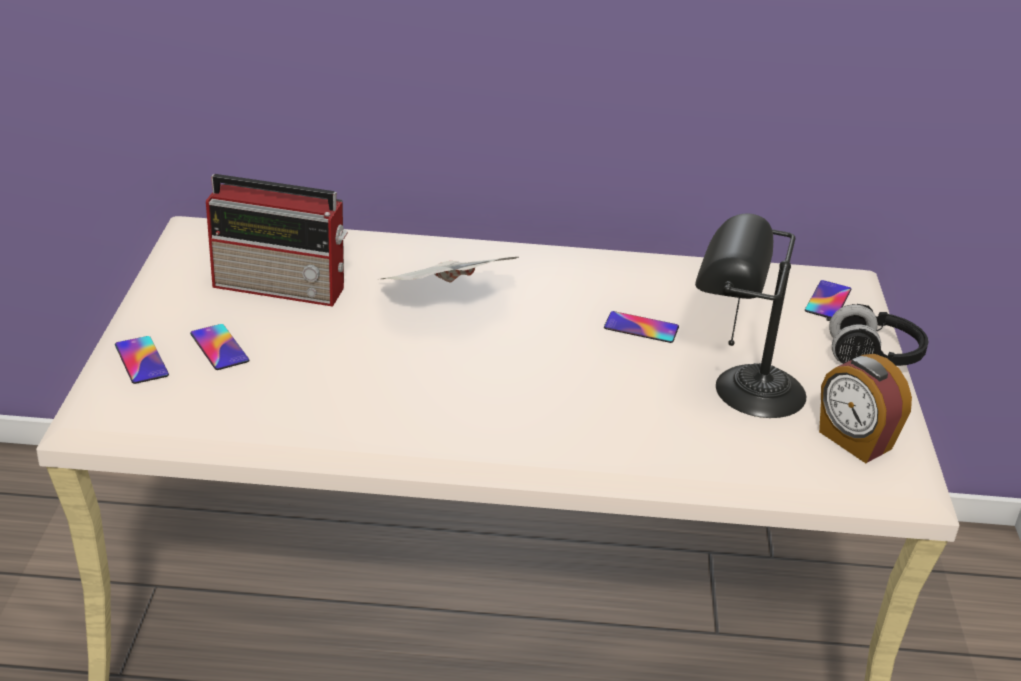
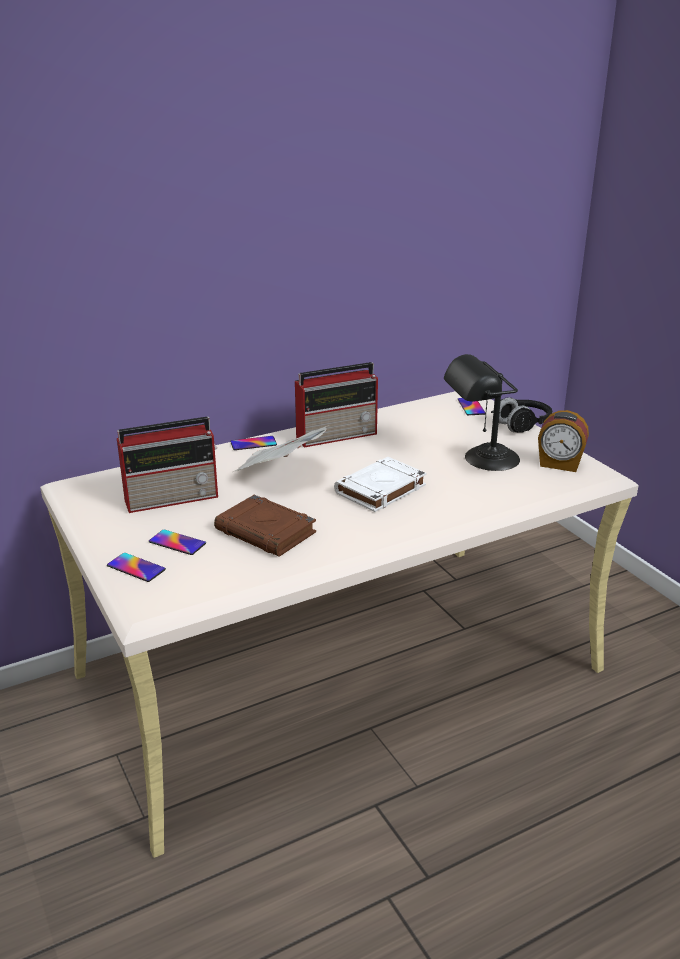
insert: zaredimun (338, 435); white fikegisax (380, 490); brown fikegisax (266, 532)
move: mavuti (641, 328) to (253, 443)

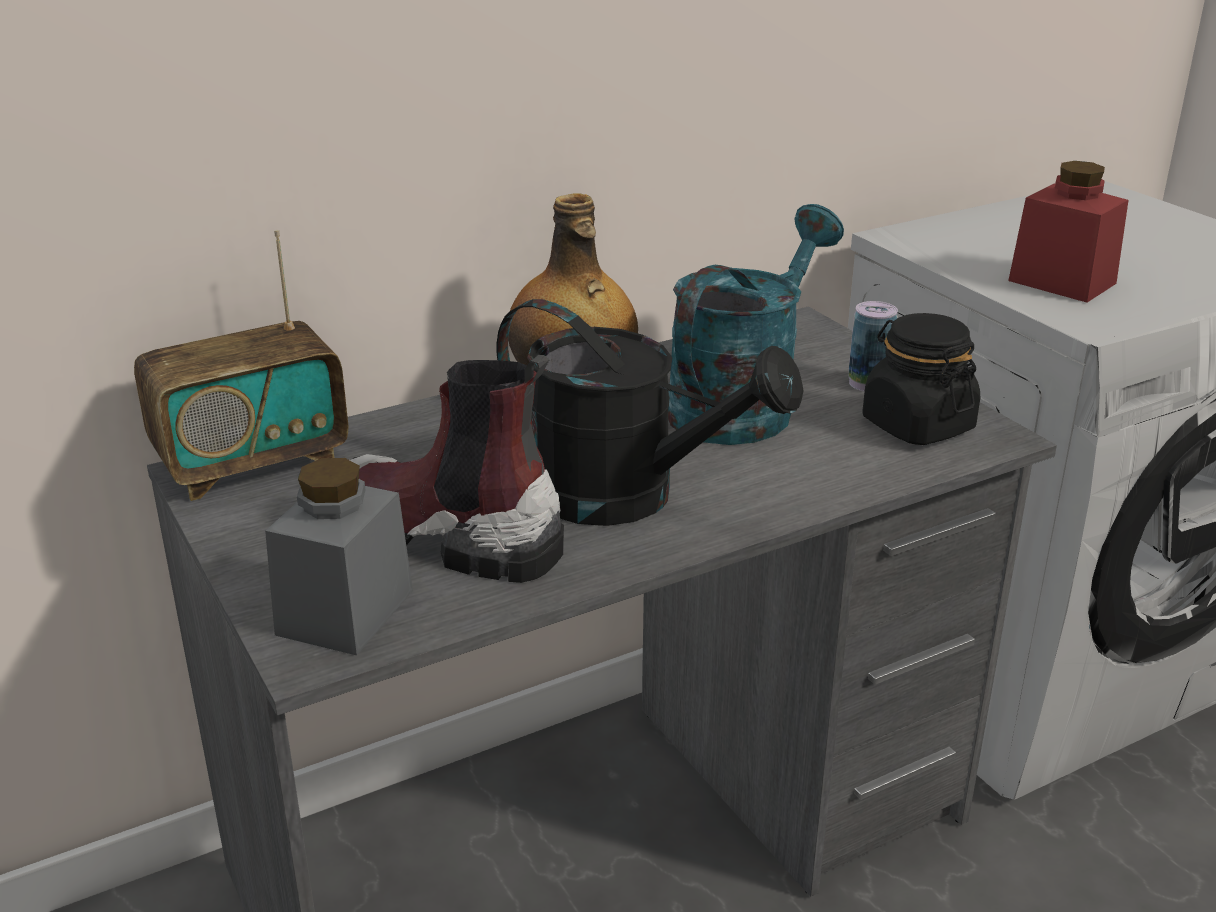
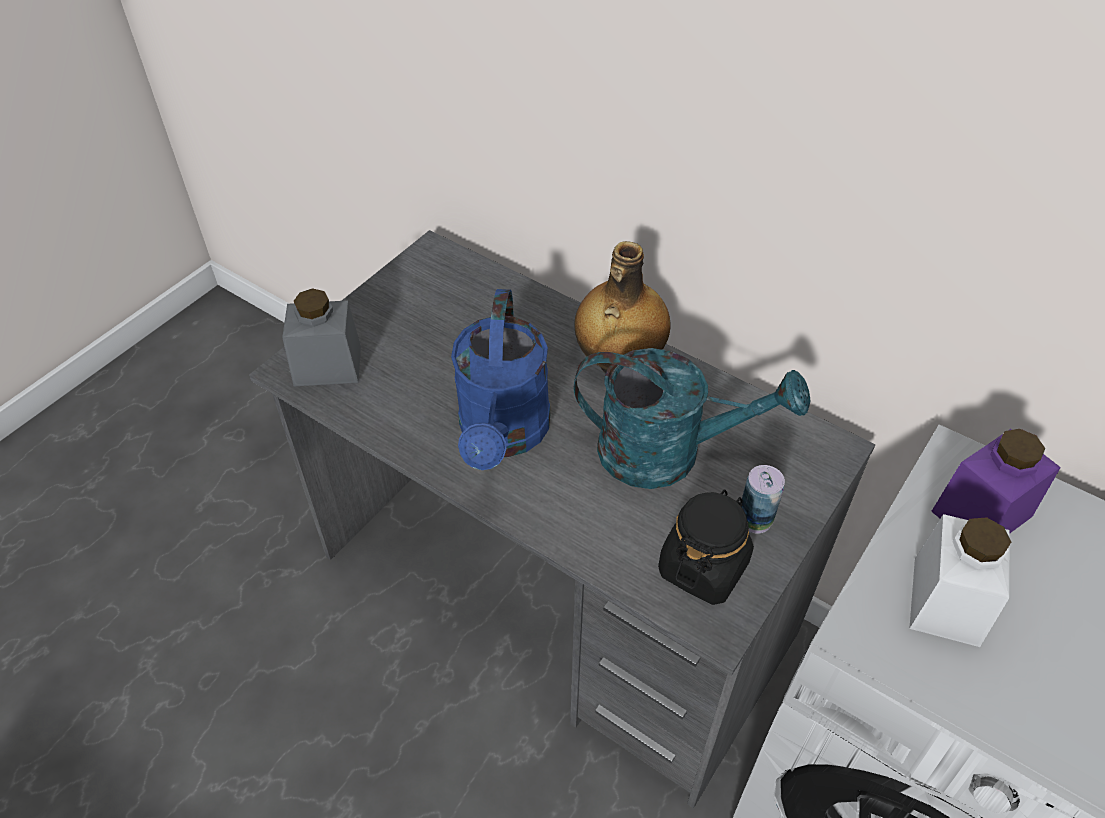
delete: zaredimun (252, 463); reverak (446, 538)
insert: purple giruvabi (981, 514)
recolor: red giruvabi (1062, 282) to white giruvabi (946, 601); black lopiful (627, 496) to blue lopiful (503, 435)

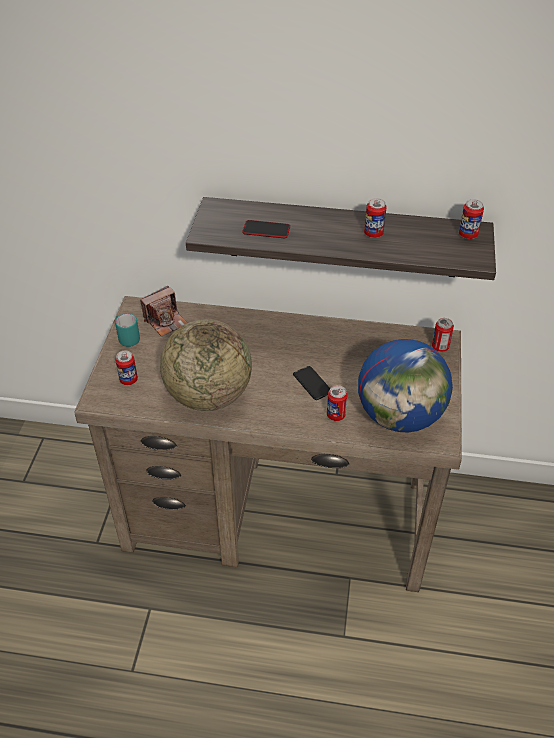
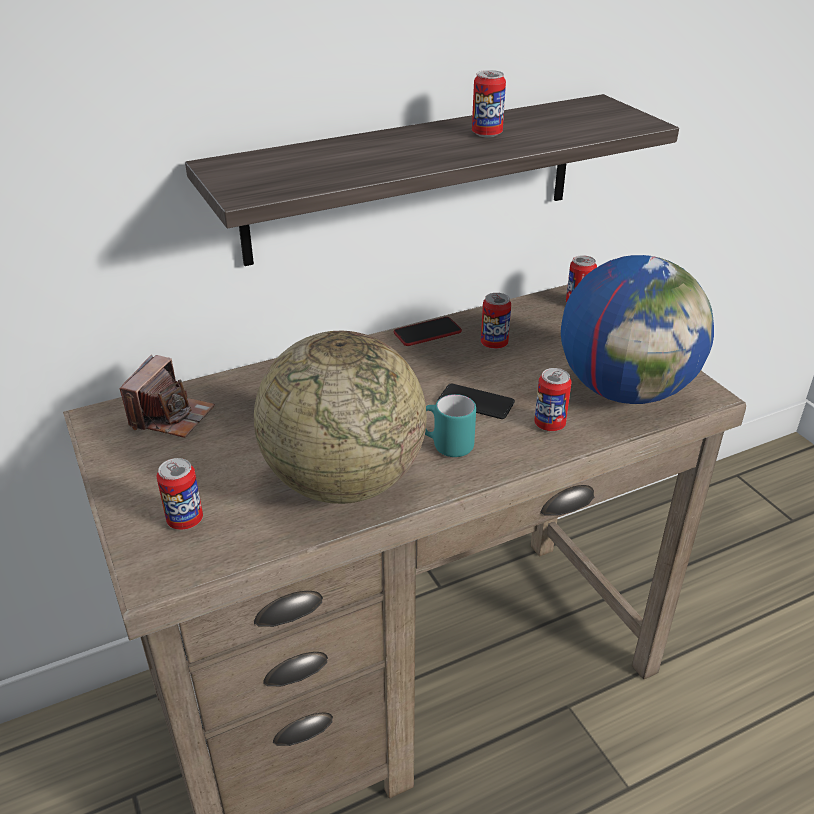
move: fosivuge (468, 235) to (494, 344); mavuti (266, 230) to (427, 333); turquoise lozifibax (127, 338) to (446, 445)

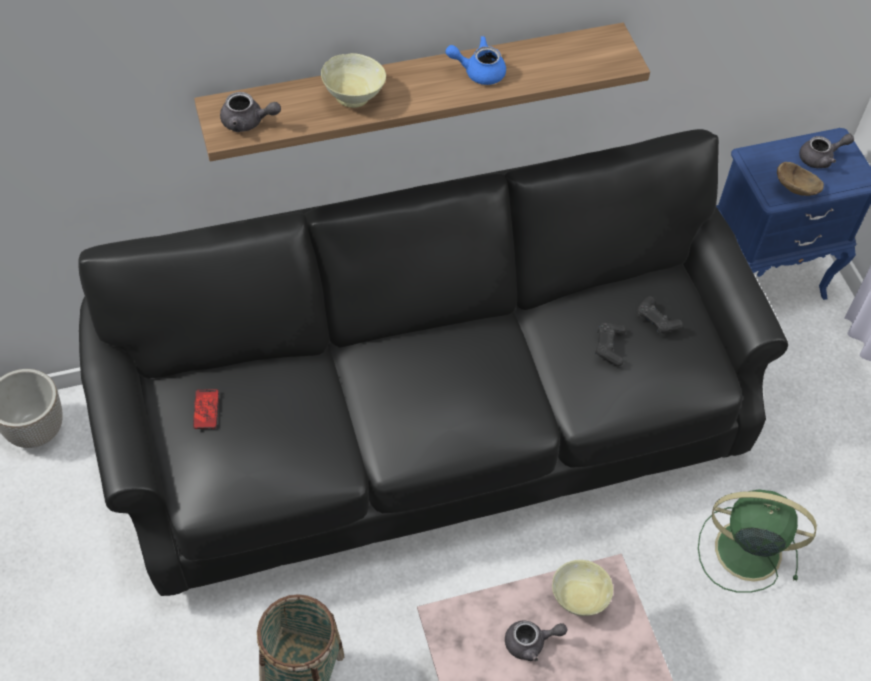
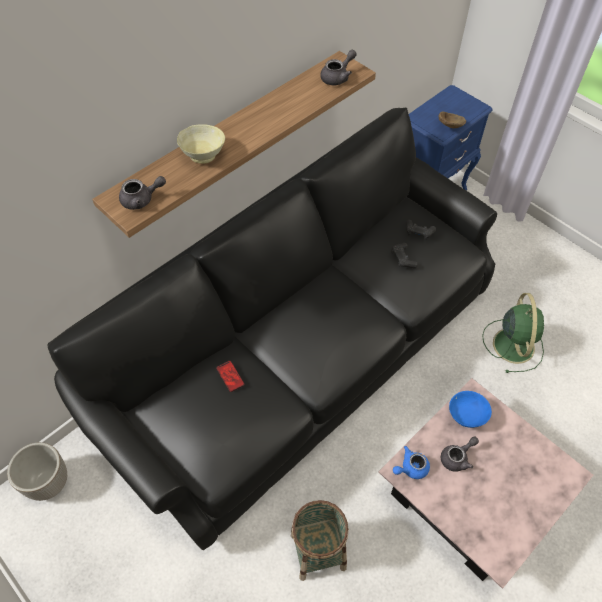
move: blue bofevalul (478, 72) to (411, 468); grey bofevalul (821, 158) to (338, 77); mavuti (206, 409) to (230, 376)
recolor: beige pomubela (579, 598) to blue pomubela (466, 416)
rotate: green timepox (744, 549) = (513, 344) 105 degrees clockwise

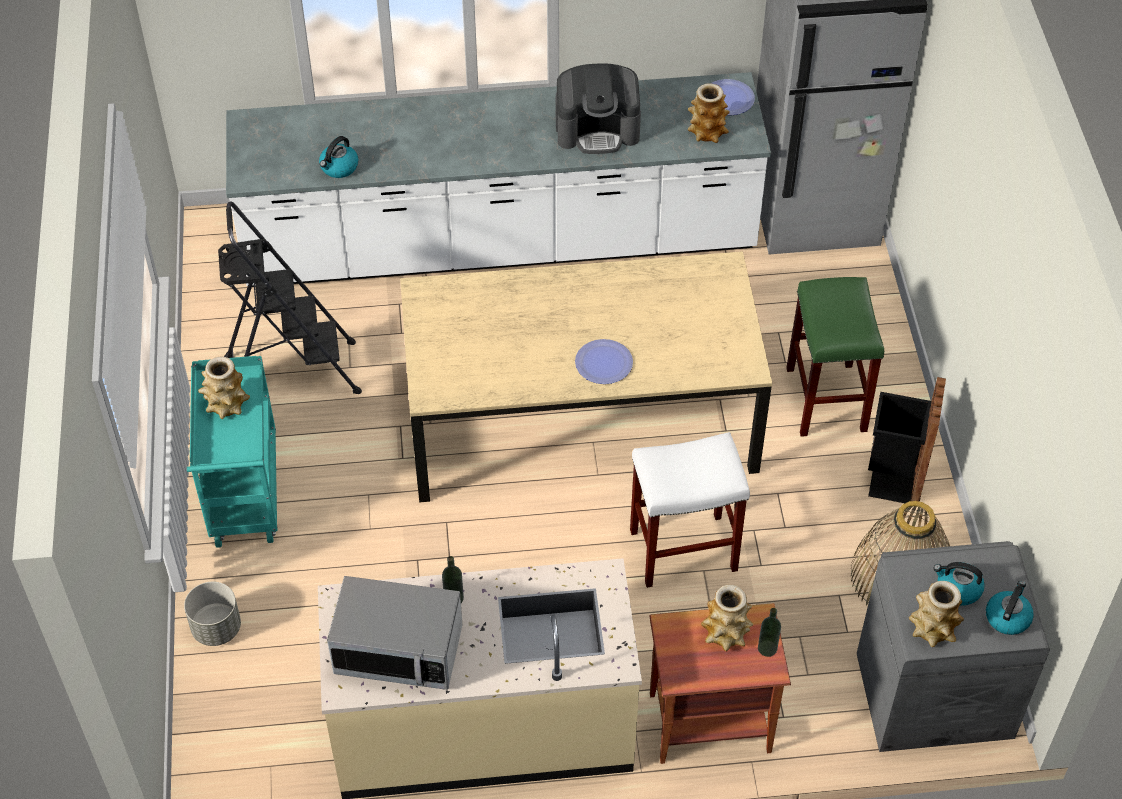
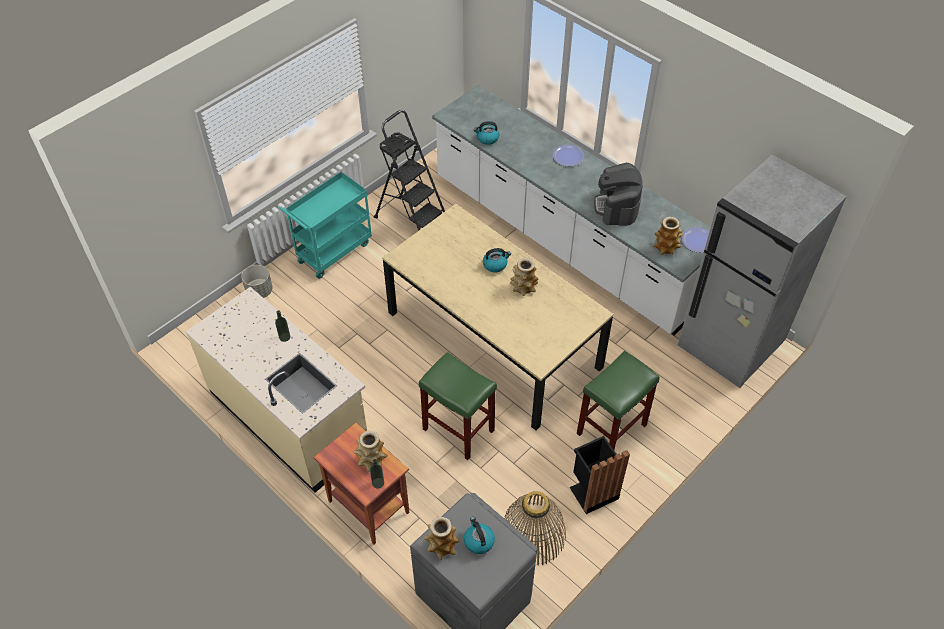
delete: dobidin (399, 650)
move: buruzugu (603, 363) to (568, 156); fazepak (226, 404) to (523, 287); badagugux (1007, 617) to (495, 264)
recolor: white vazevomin (682, 551) to green vazevomin (457, 429)
rotate: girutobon (598, 129) = (617, 207) 45 degrees clockwise

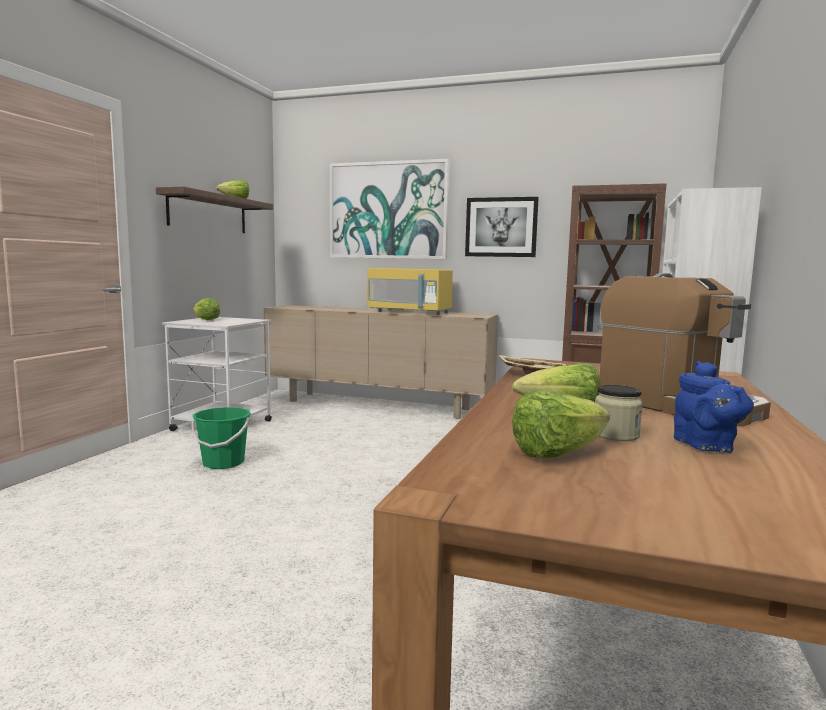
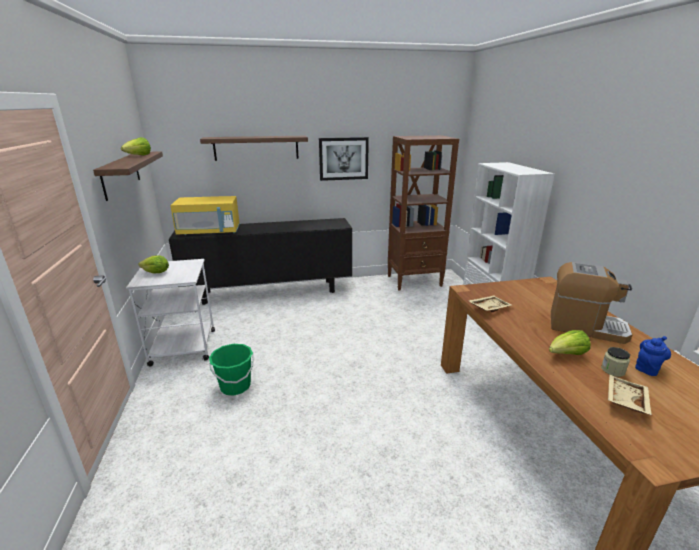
move: yellow dobidin (410, 312) to (209, 232)
replace: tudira (388, 210) to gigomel (256, 148); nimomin (557, 453) to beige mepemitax (624, 400)
recolor: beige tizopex (378, 405) to black tizopex (270, 291)
rotate: blue bofevalul (706, 446) = (647, 368) 90 degrees counterclockwise

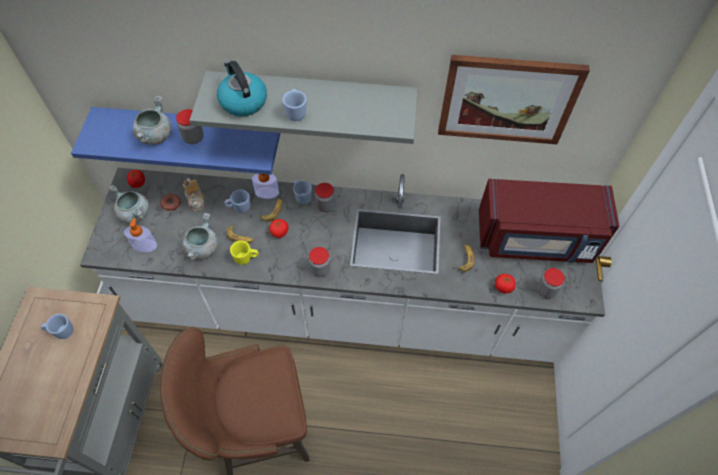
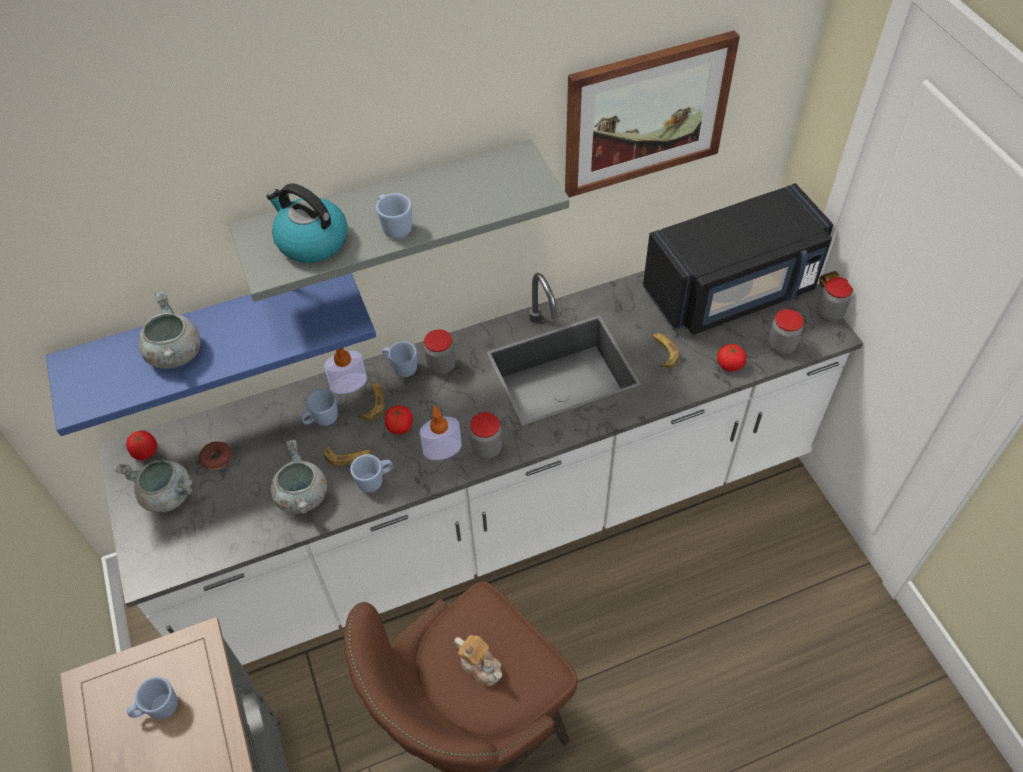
move: giruvabi (193, 138) to (829, 313); bofevalul (196, 200) to (480, 665); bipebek (144, 245) to (442, 449)
recolor: red dobidin (536, 239) to black dobidin (732, 291); yellow lozifibax (246, 258) to blue lozifibax (375, 481)

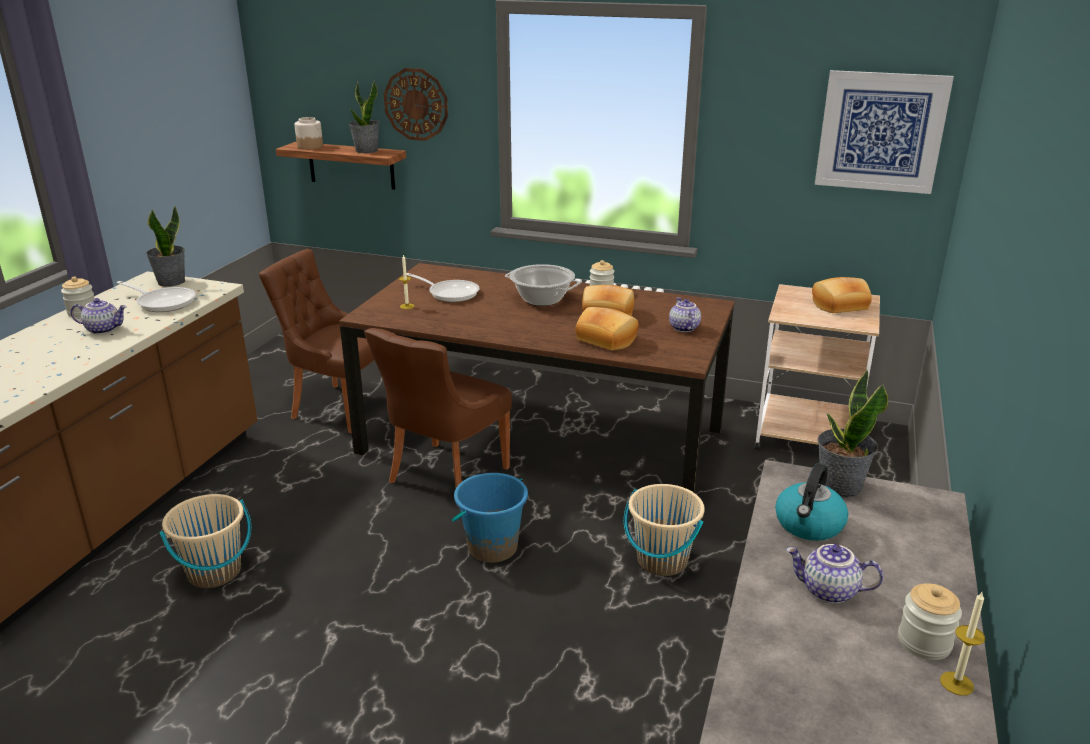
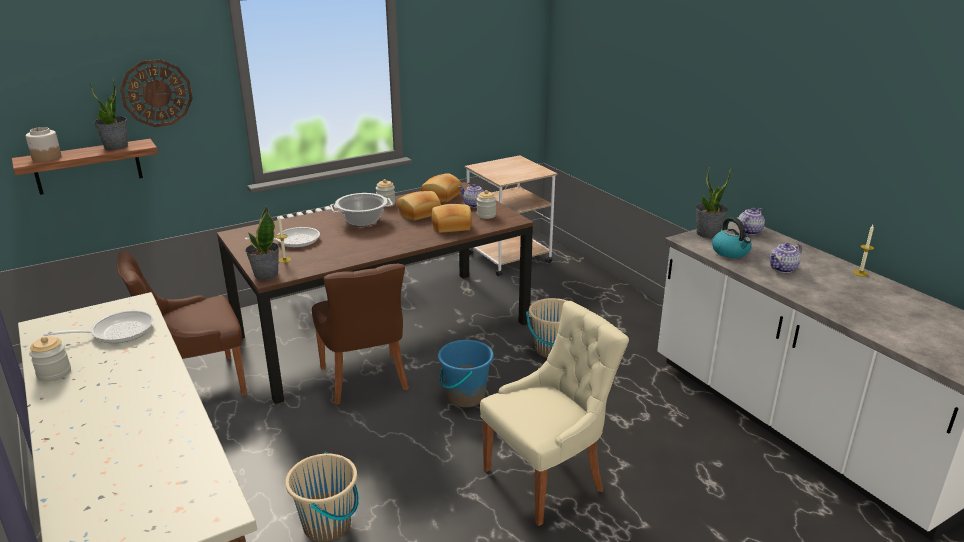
delete: tudira (880, 132)
insert: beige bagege (547, 478)
move: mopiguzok (171, 282) to (265, 274); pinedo (840, 306) to (442, 196); bofevalul (104, 329) to (748, 231); giruvabi (924, 642) to (486, 215)

